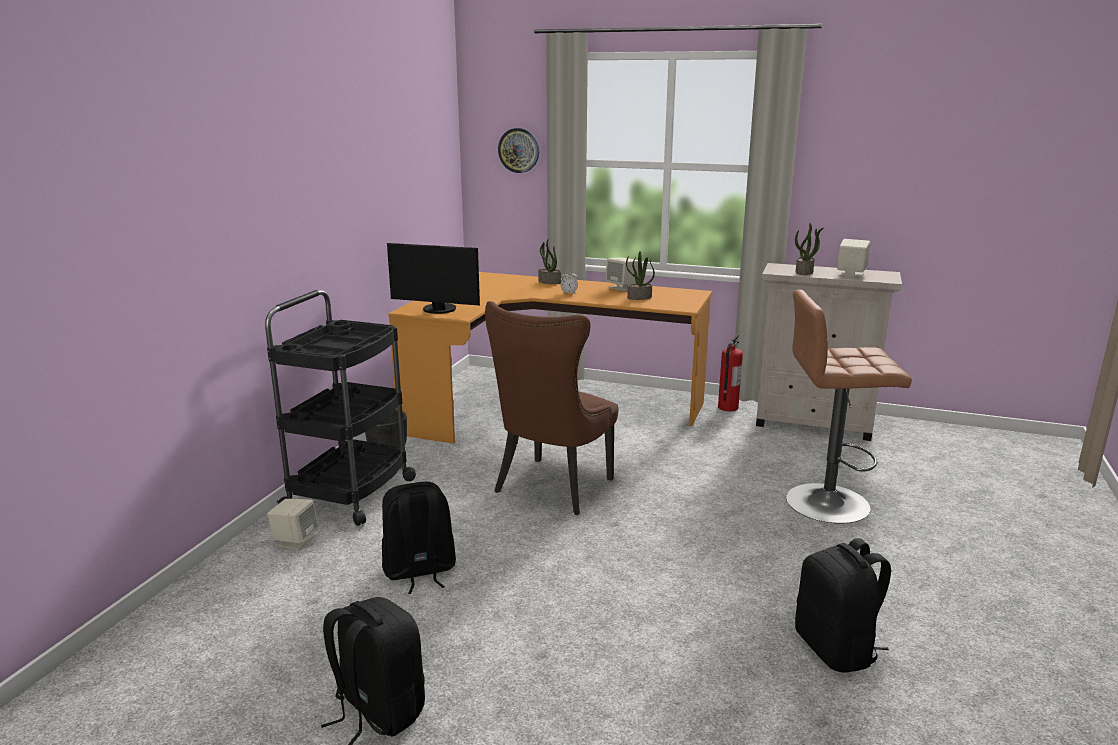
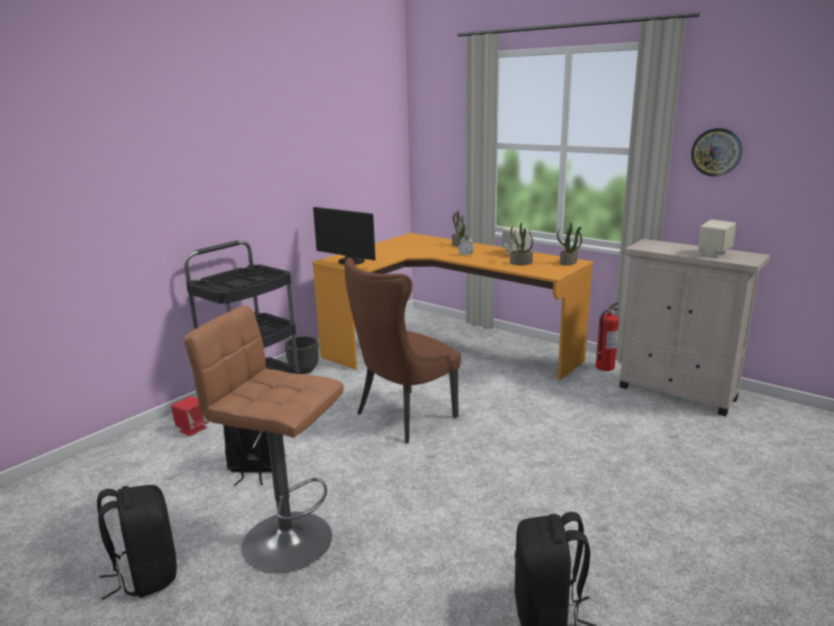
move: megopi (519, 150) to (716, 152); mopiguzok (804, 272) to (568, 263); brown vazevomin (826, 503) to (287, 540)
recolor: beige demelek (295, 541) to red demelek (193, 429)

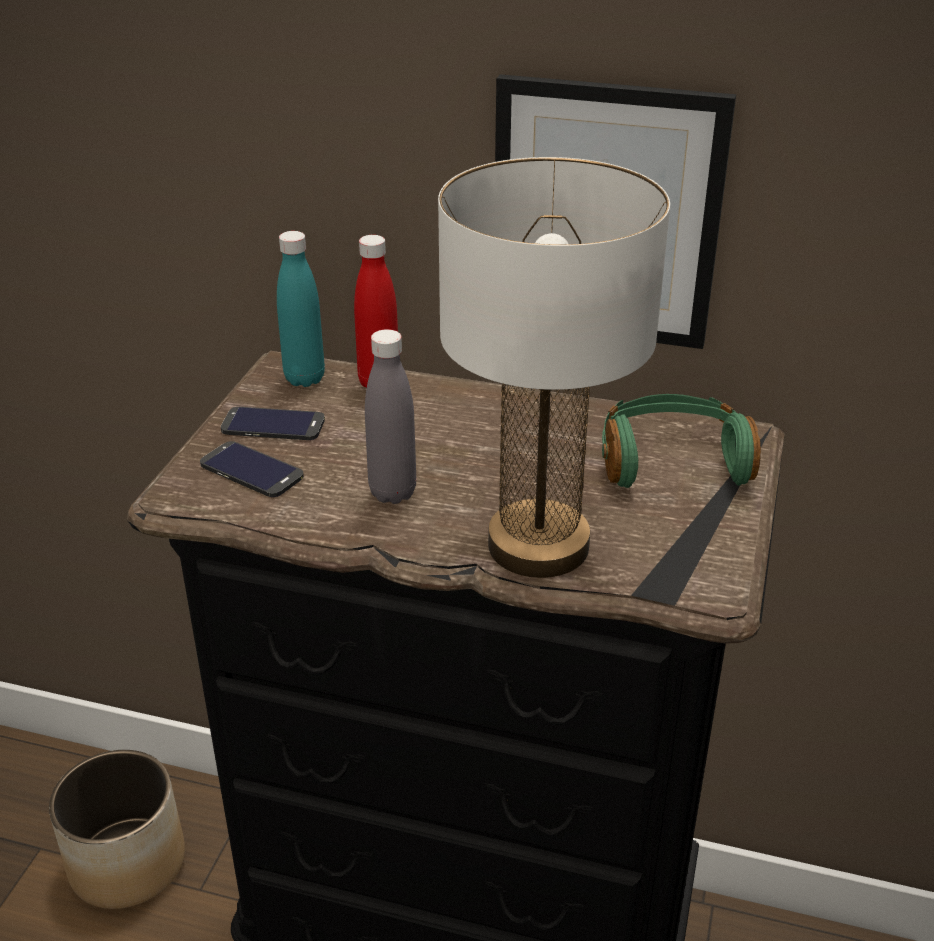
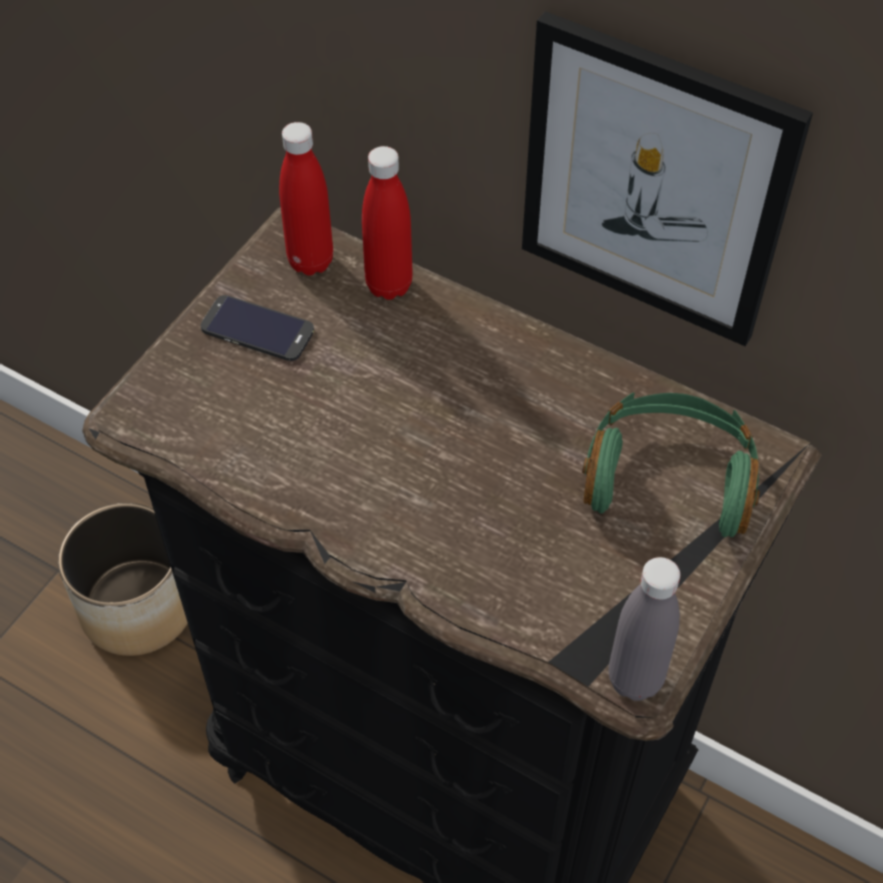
delete: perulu (537, 546); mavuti (251, 470)
move: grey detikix (392, 492) to (635, 679)
recolor: turquoise detikix (304, 378) to red detikix (310, 261)

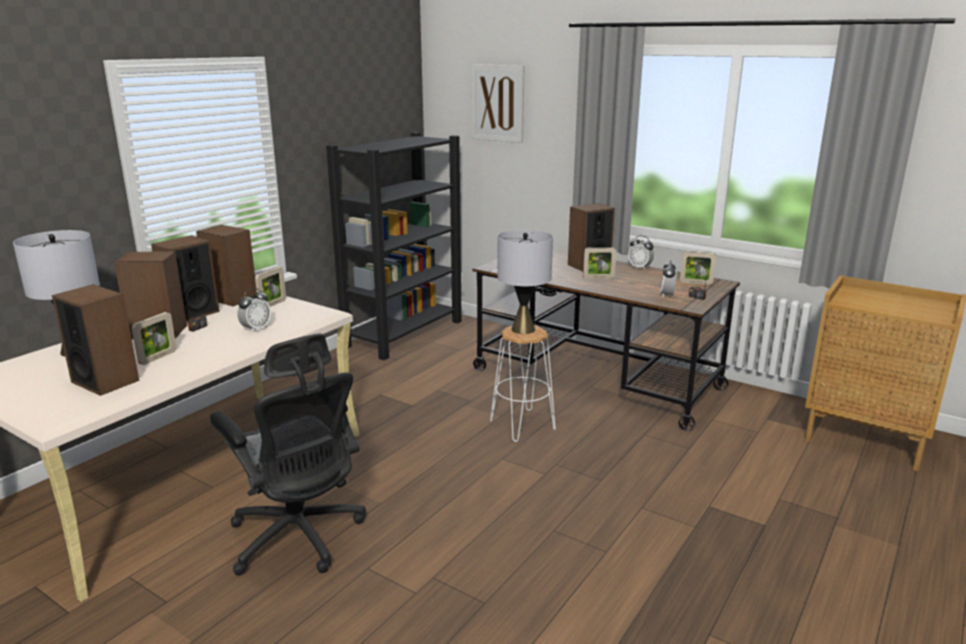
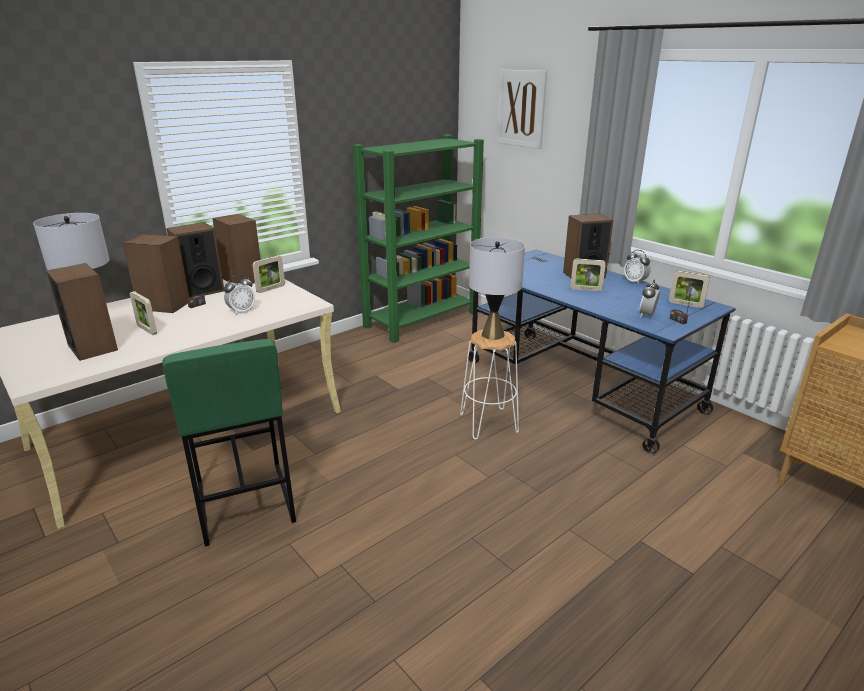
replace: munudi (298, 540) to green vazevomin (245, 504)
recolor: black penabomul (404, 333) to green penabomul (421, 319); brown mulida (596, 379) to blue mulida (579, 385)
rotate: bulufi (158, 357) = (147, 330) 90 degrees clockwise

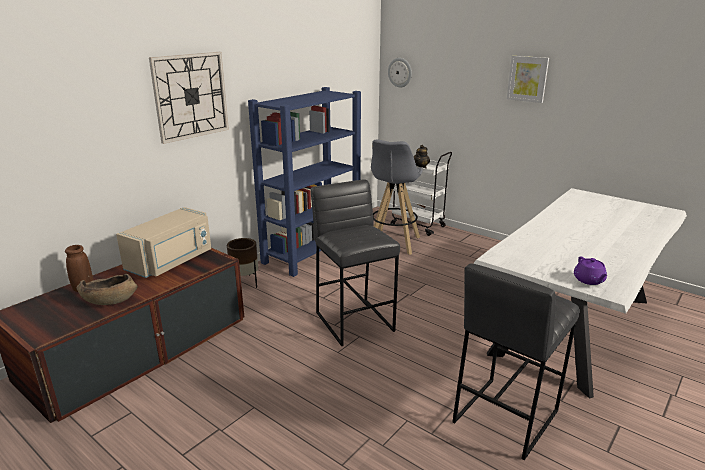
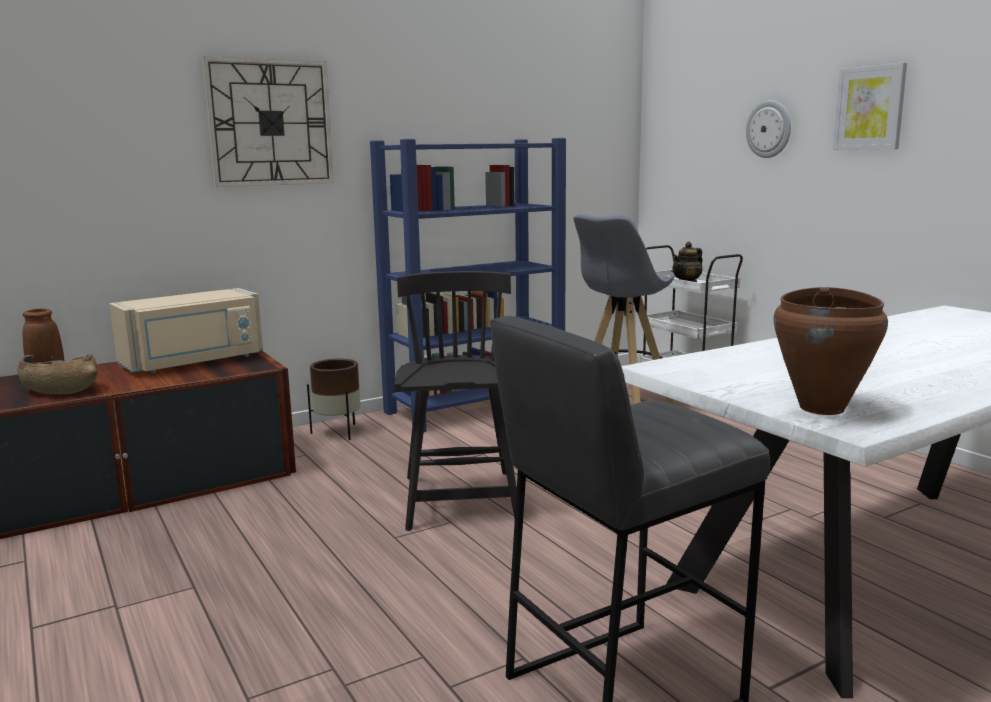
move: megopi (400, 72) to (769, 129)
replace: grey vazevomin (354, 321) to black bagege (461, 500); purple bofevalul (589, 280) to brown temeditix (822, 408)

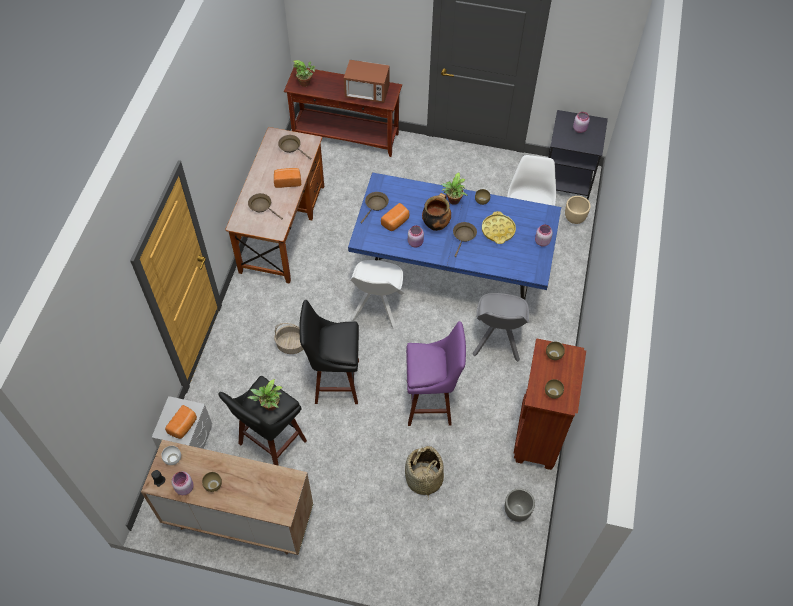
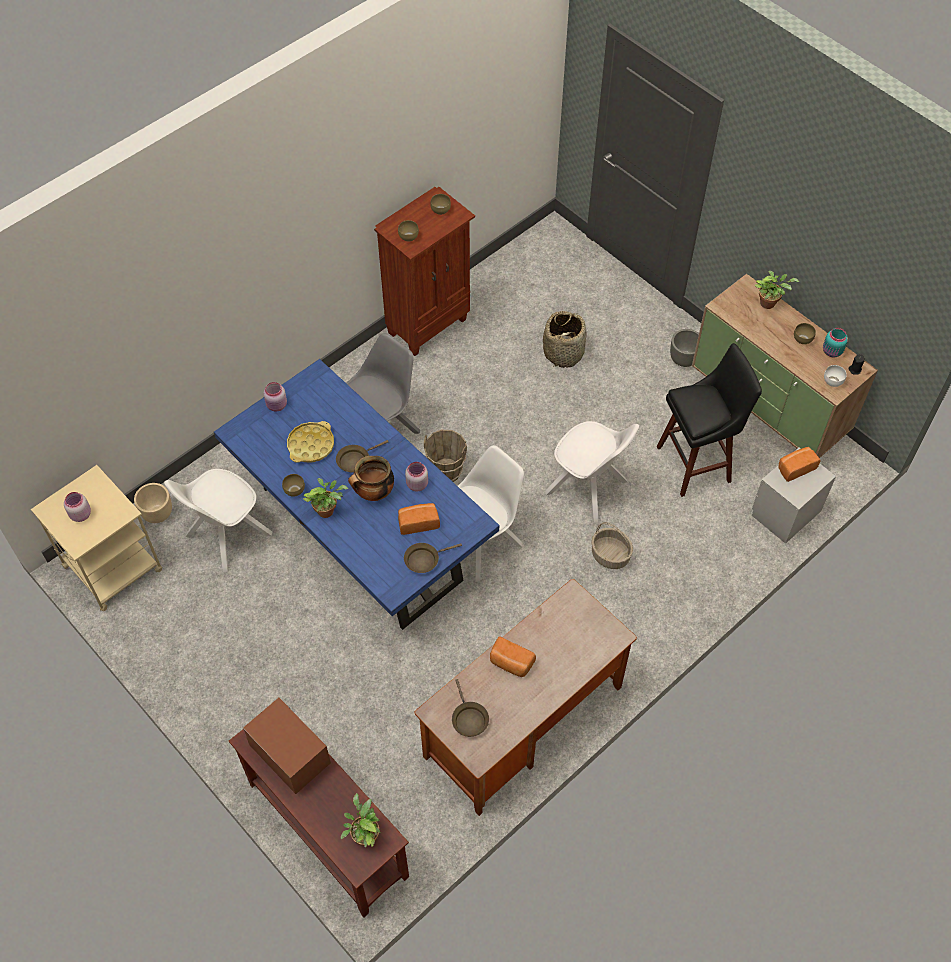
delete: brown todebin (262, 206); purple vazevomin (431, 403)
insert: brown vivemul (446, 471)
move: mopiguzok (269, 406) to (769, 303); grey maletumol (516, 512) to (684, 359)
replace: black vazevomin (334, 381) to white bagege (588, 488)
recolor: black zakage (567, 181) to beige zakage (111, 566); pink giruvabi (184, 487) to turquoise giruvabi (832, 352)

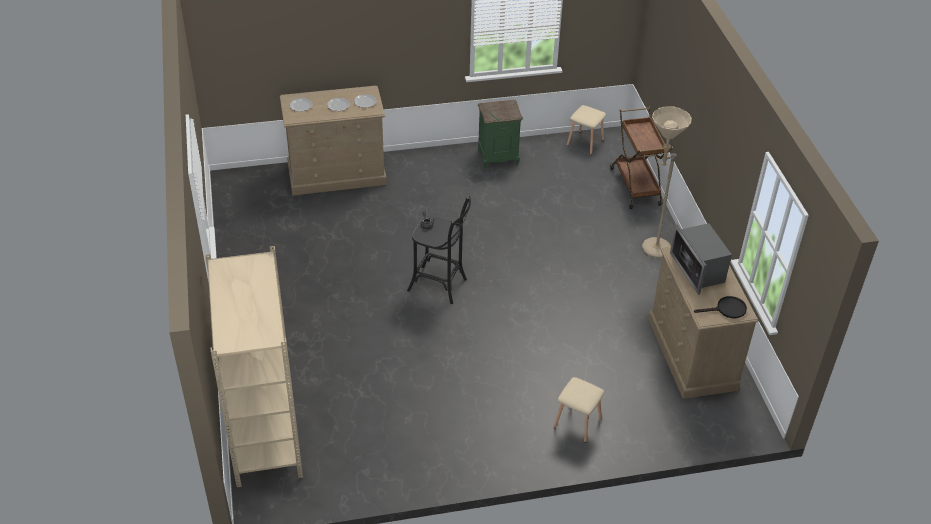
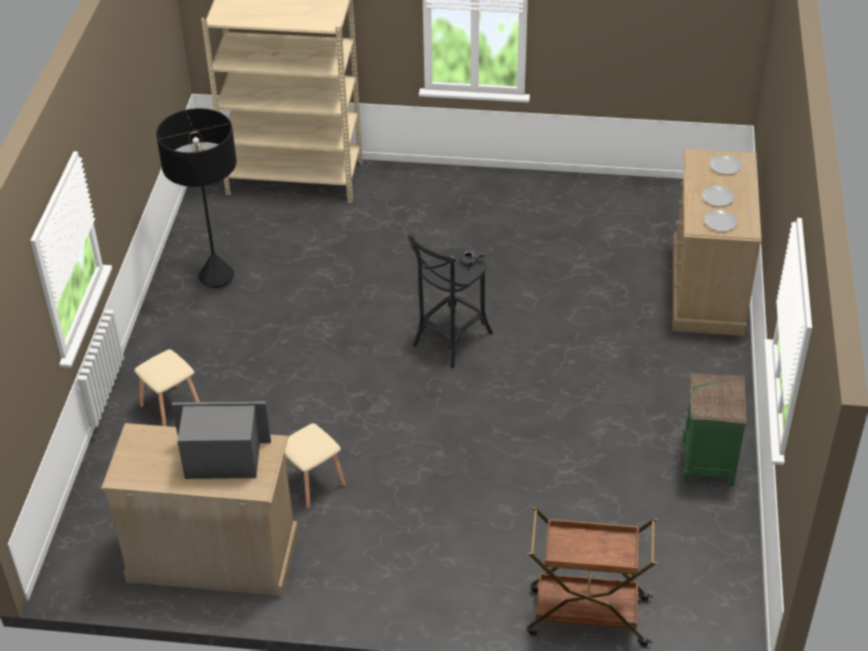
delete: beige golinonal (650, 250); black todebin (727, 309)
insert: black golinonal (216, 279)
move: beige vazevomin (585, 143) to (311, 483)

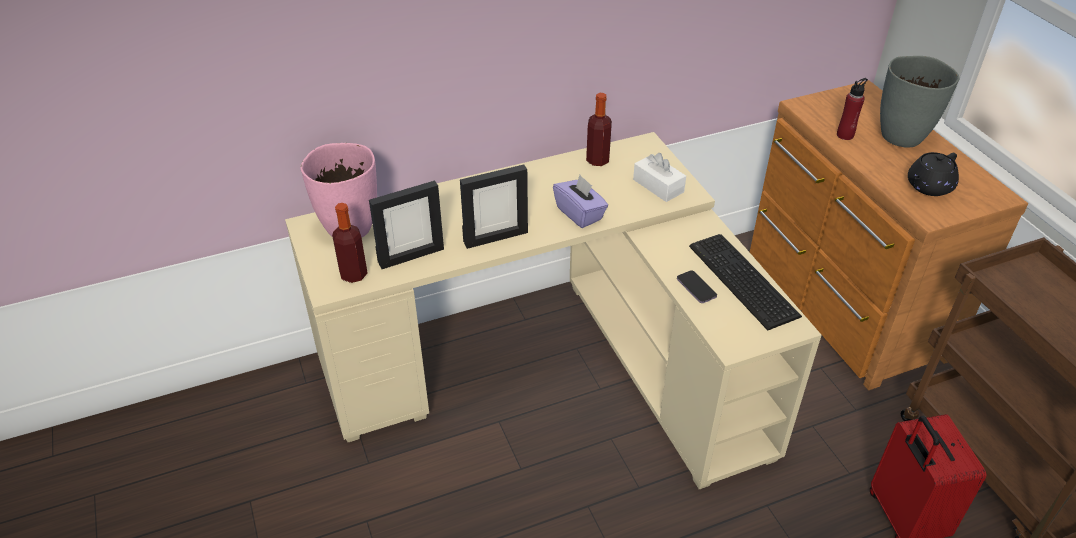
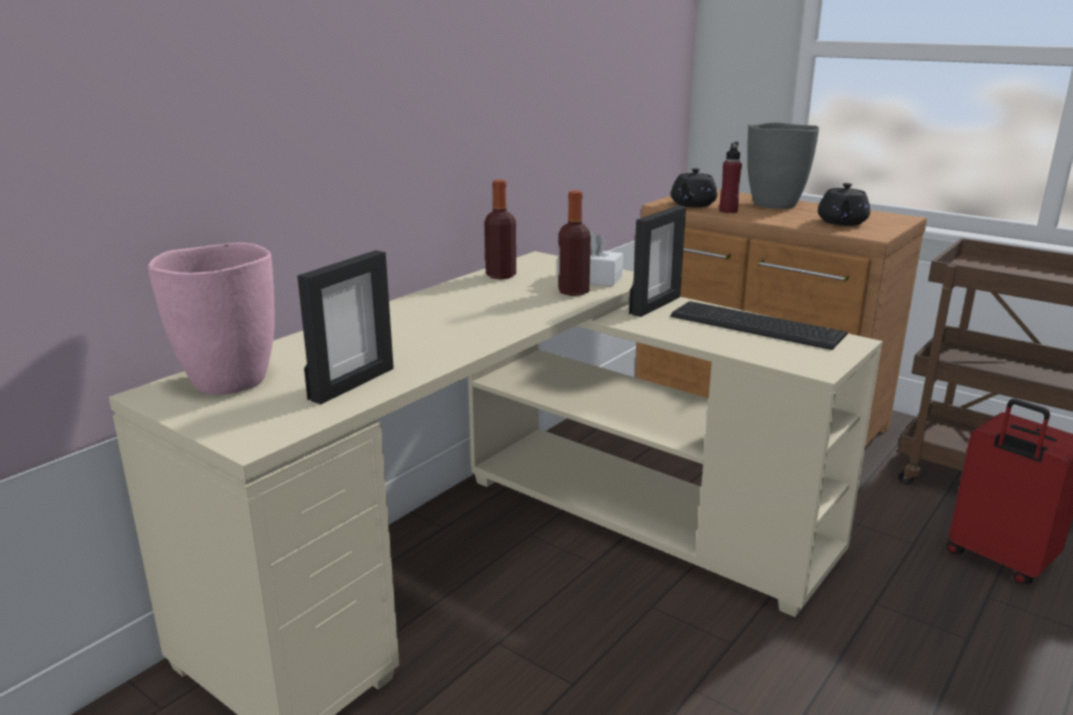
delete: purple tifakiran (580, 213); mavuti (696, 288)
insert: black bofevalul (692, 204)
move: bulufi (495, 237) to (655, 305); detikix (353, 274) to (573, 291)

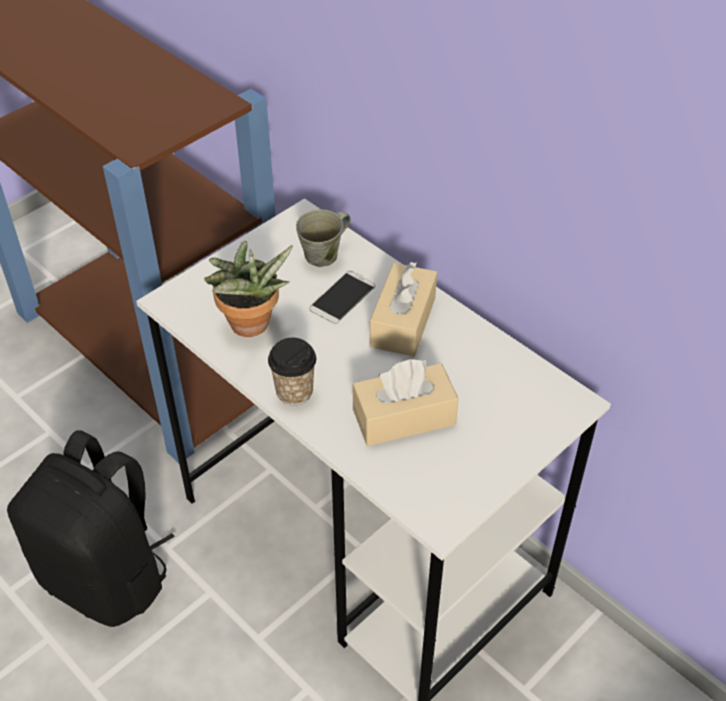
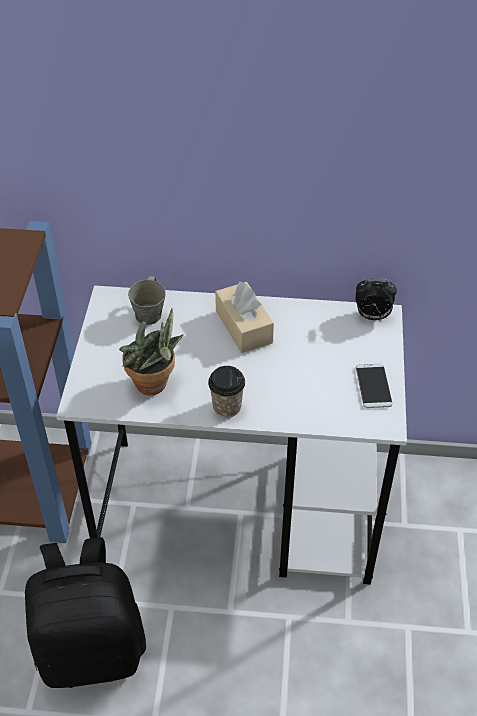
delete: beige tifakiran (404, 417)
insert: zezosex (372, 316)
move: mavuti (342, 298) to (373, 386)

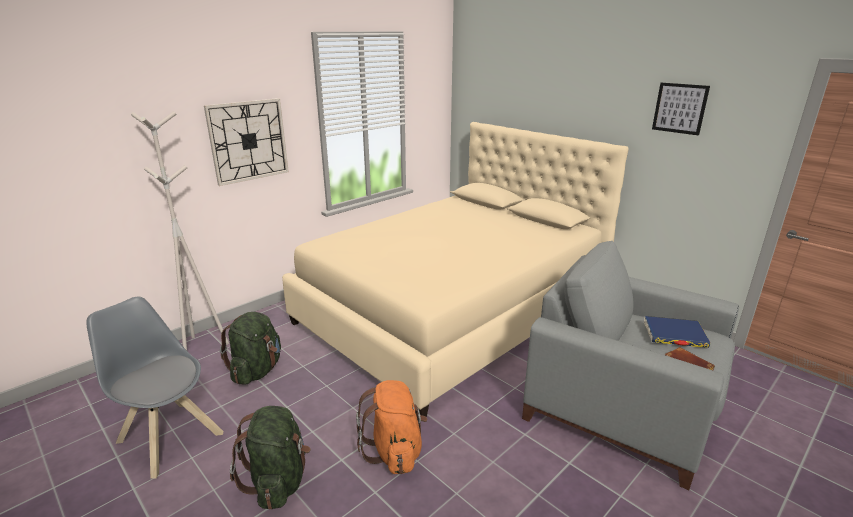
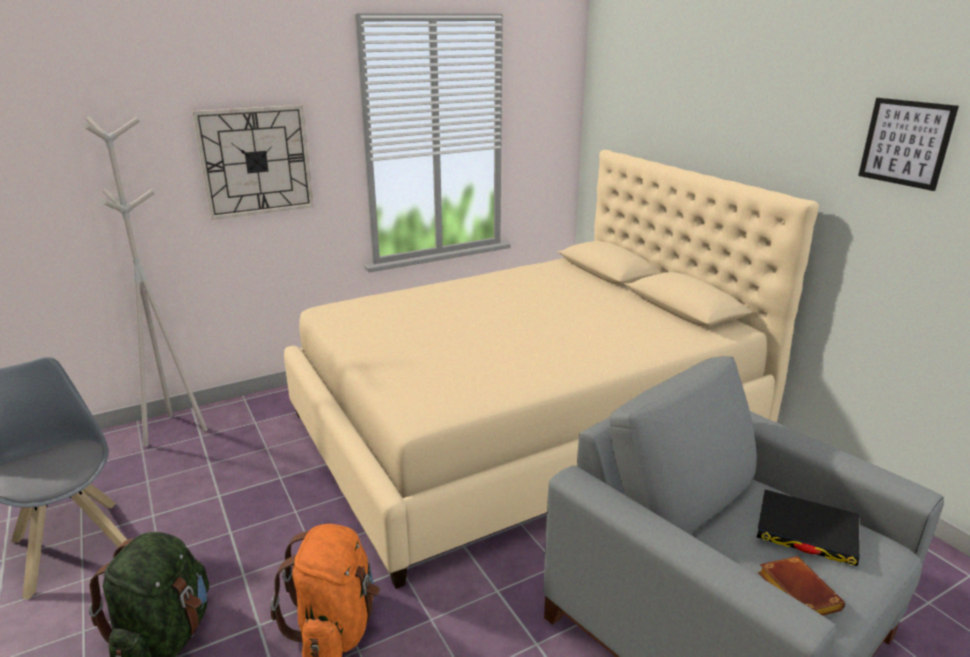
delete: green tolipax (257, 370)
recolor: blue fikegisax (674, 334) to black fikegisax (806, 531)

